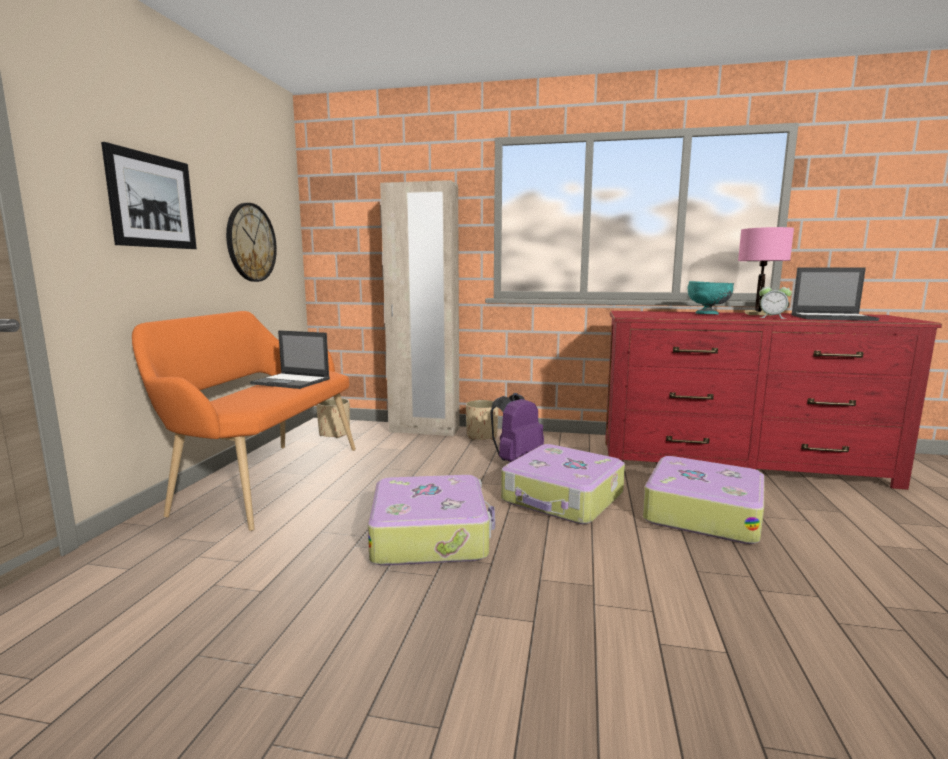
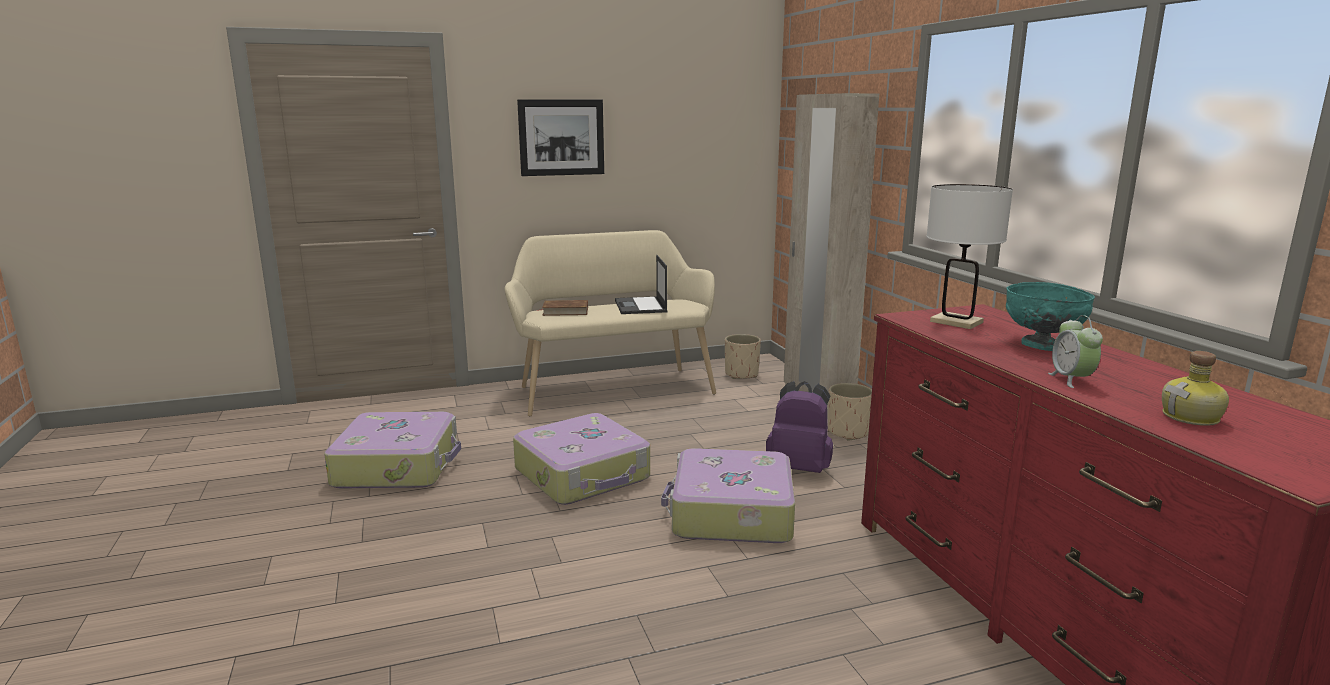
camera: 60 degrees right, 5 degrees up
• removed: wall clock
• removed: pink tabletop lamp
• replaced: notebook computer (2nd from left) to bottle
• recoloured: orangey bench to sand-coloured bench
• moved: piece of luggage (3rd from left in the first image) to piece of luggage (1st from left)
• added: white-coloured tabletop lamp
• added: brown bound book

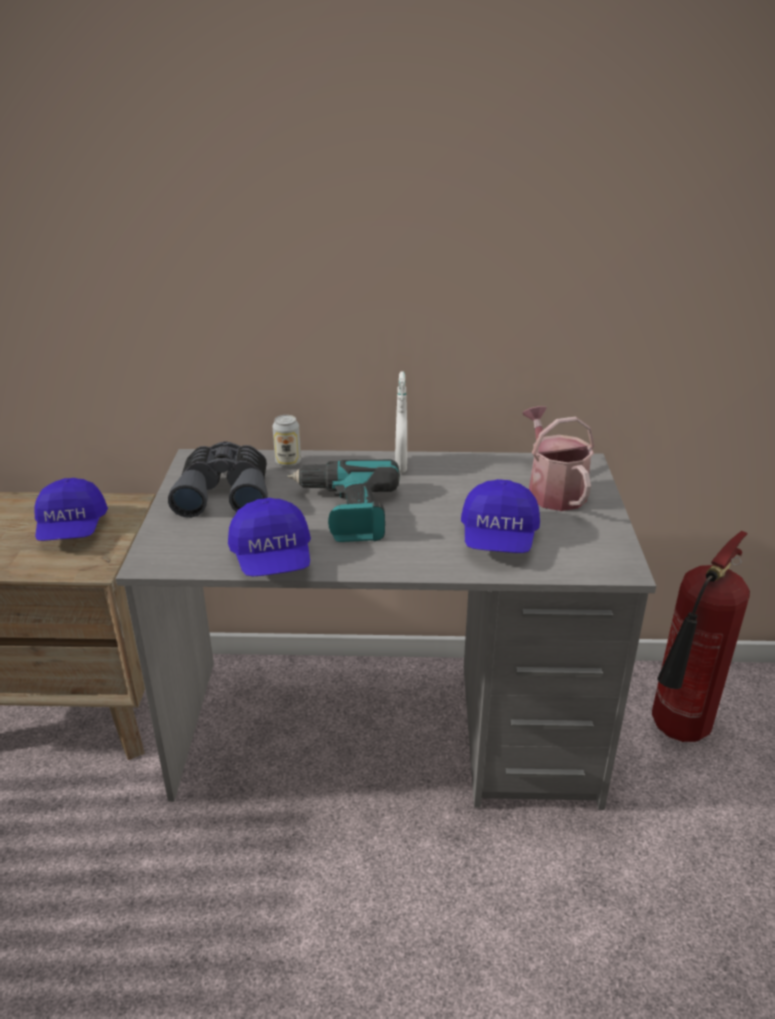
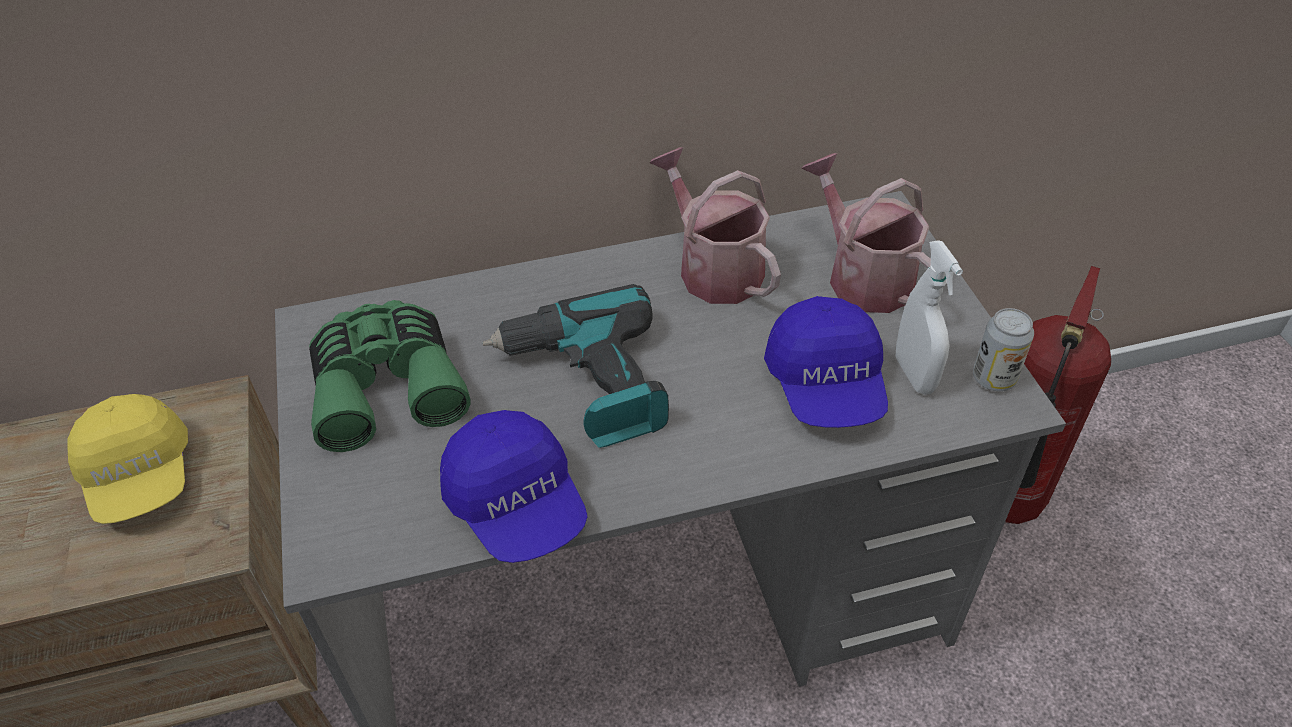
camera: 15 degrees left, 15 degrees up
• moved: white-coloured spray bottle
• moved: can
• recoloured: grey field glasses to green-coloured field glasses
• recoloured: blue peaked cap (1st from left) to yellow peaked cap
• added: watering can (1st from left)

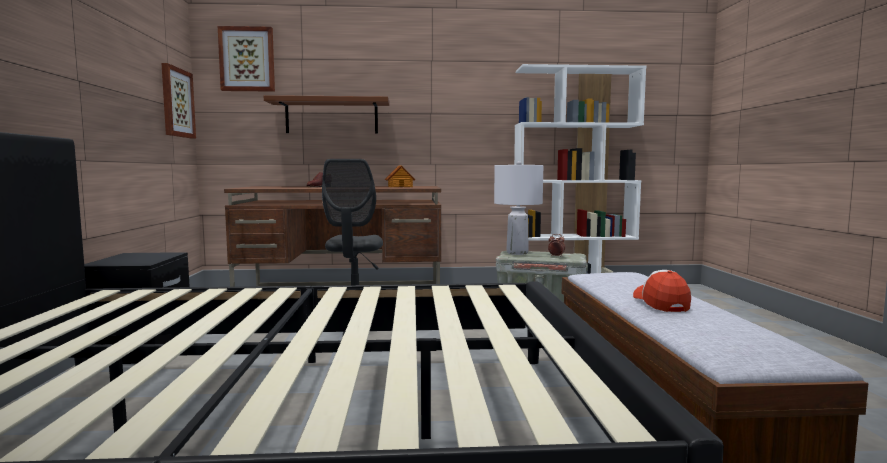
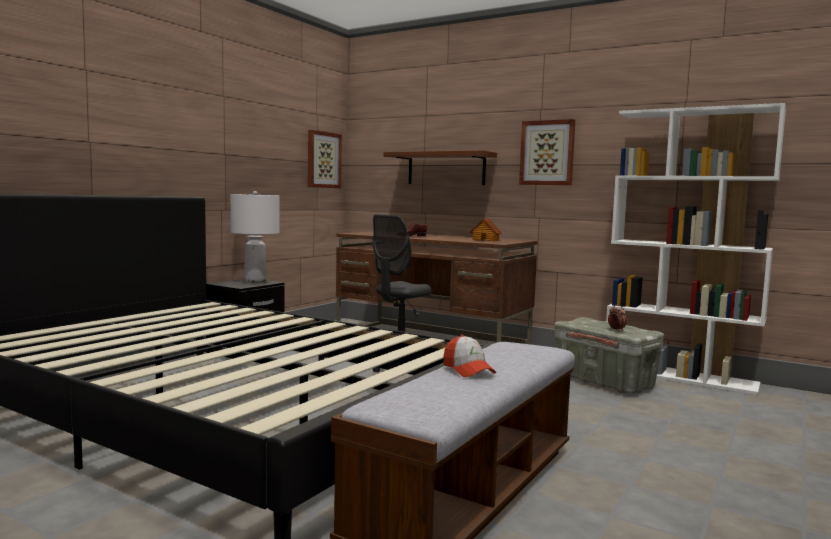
camera: 35 degrees right, 0 degrees up
• moved: picture (2nd from left)
• moved: white-coloured tabletop lamp
• turned: peaked cap 120 degrees clockwise

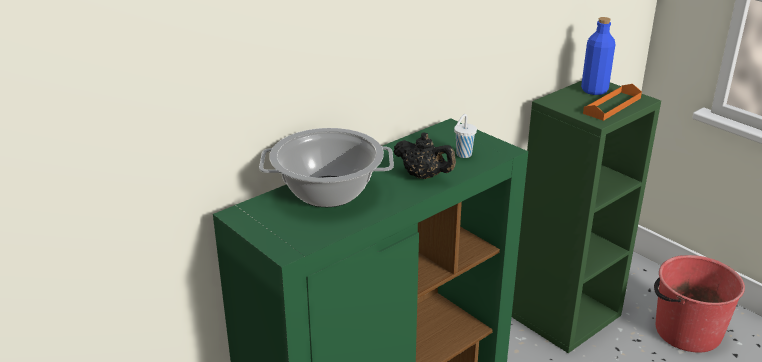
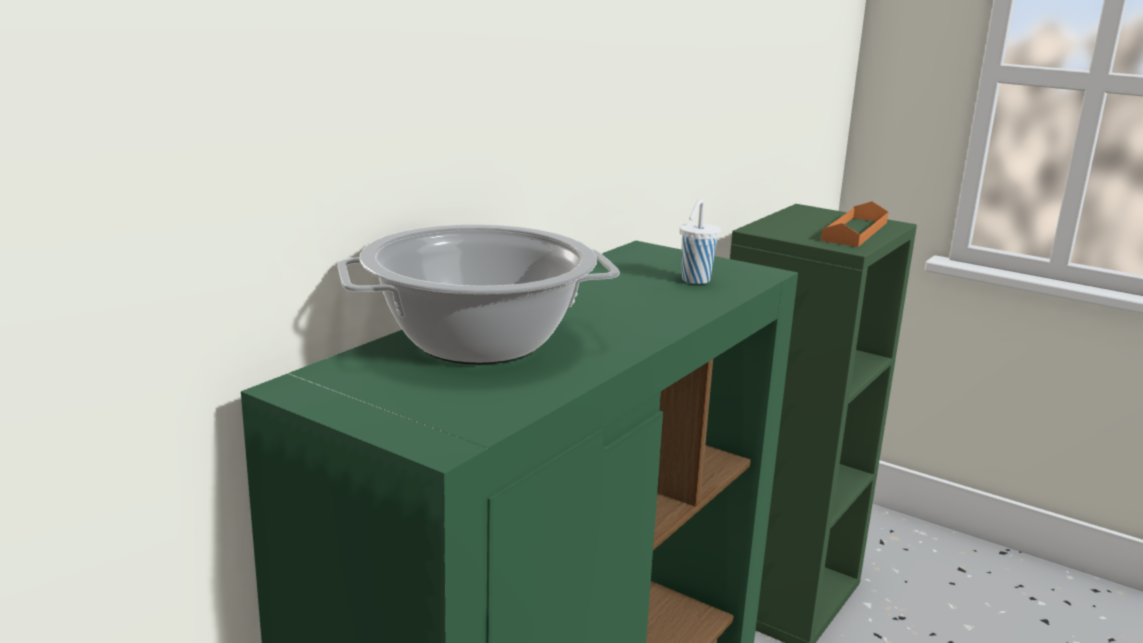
camera: 15 degrees left, 10 degrees down
• removed: blue bottle
• removed: blackish pot for tea
• removed: reddish water bucket

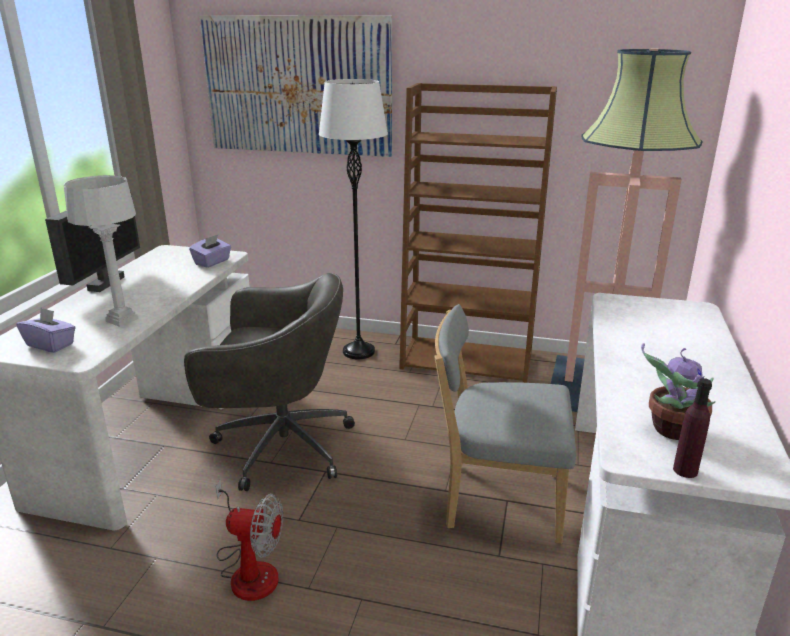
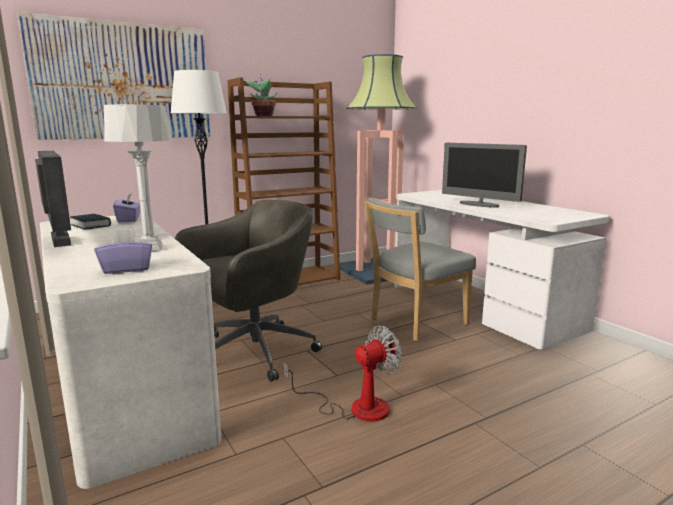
camera: 45 degrees left, 10 degrees down
• moved: plant in a pot
• removed: purple-coloured bottle
• added: computer screen (2nd from left)
• added: bound book

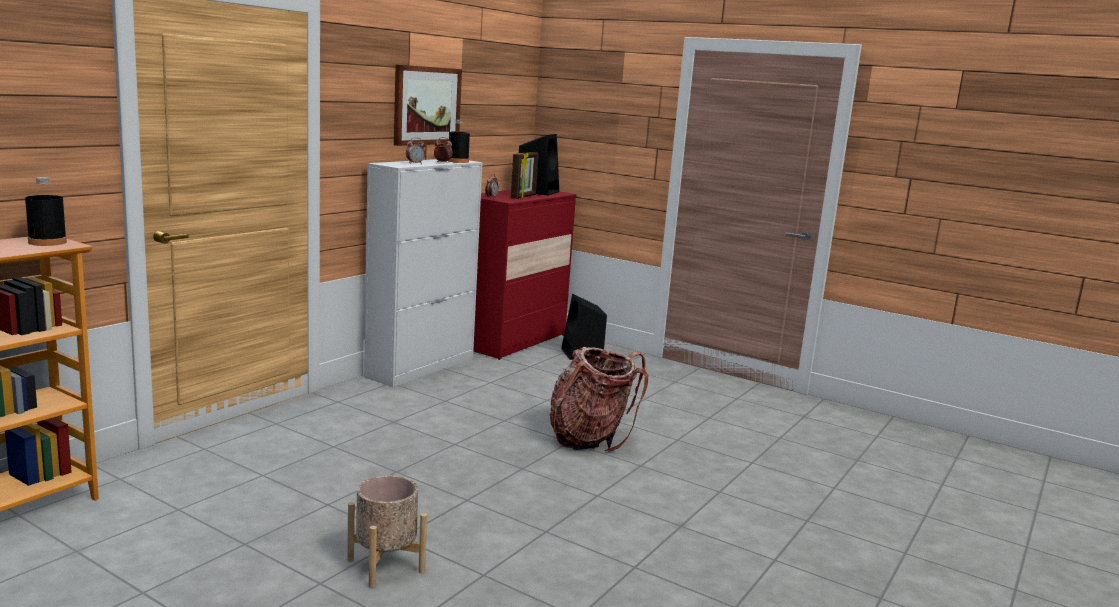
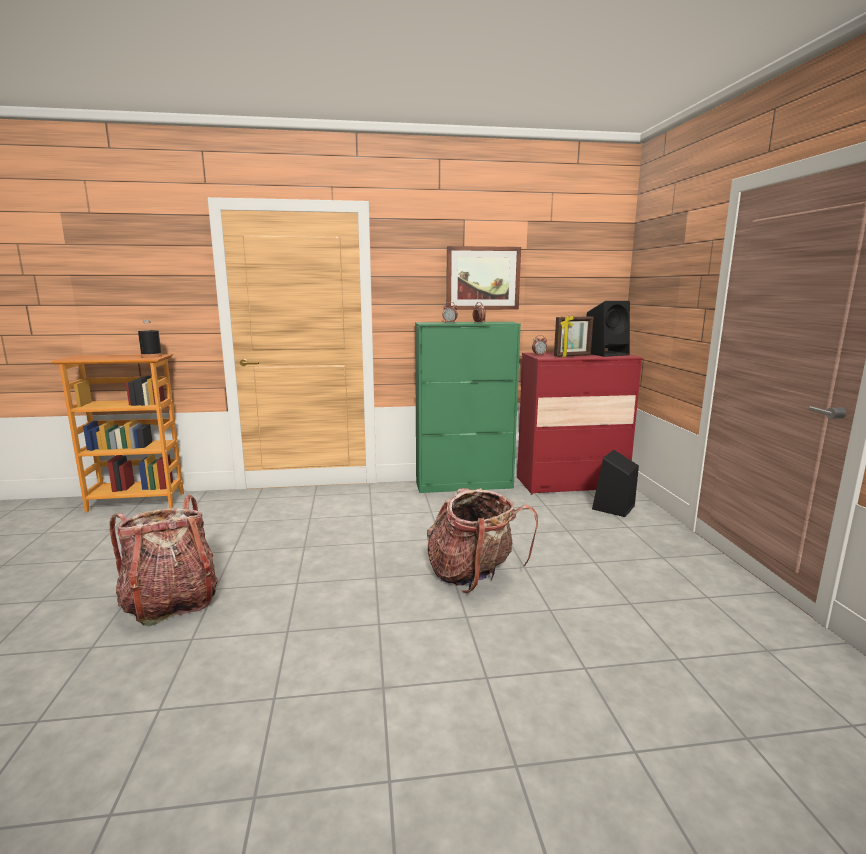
camera: 50 degrees right, 0 degrees up
• removed: blackish bottle (2nd from left)
• recoloured: white-coloured cupboard to green-coloured cupboard
• replaced: sand-coloured plant pot to knapsack (1st from left)

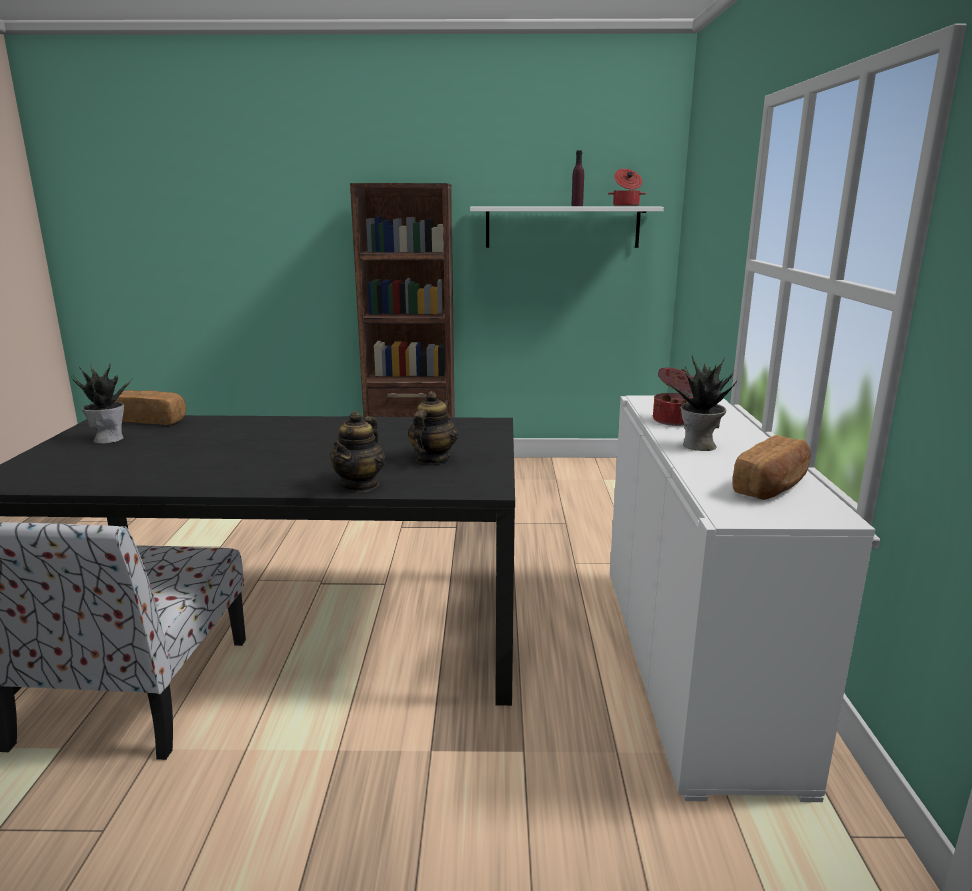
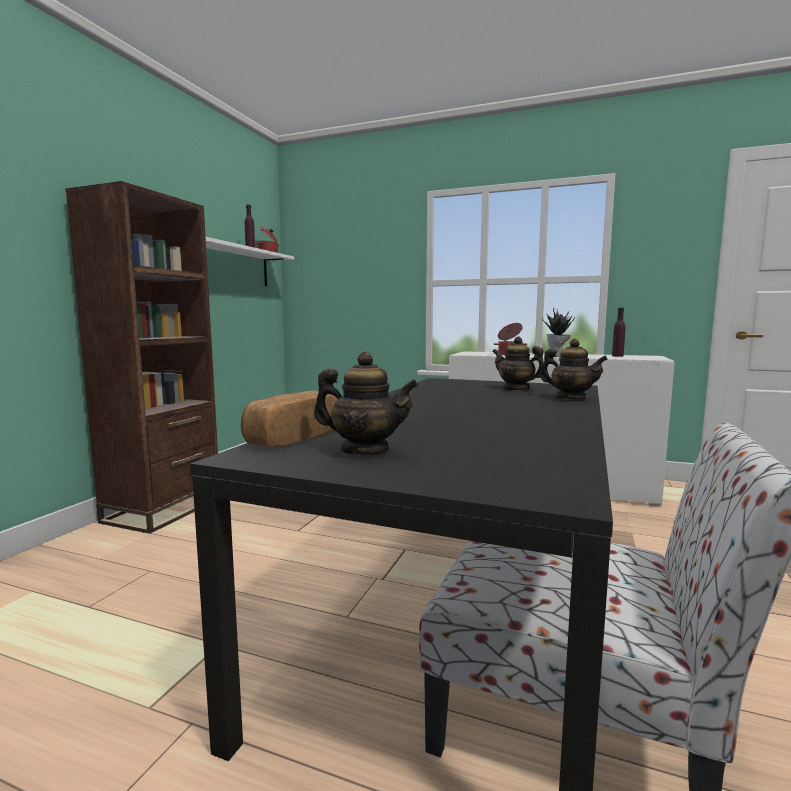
camera: 70 degrees left, 10 degrees down
• replaced: plant in a pot (1st from left) to pot for tea (1st from left)
• replaced: bread (2nd from left) to purple-coloured bottle (2nd from left)

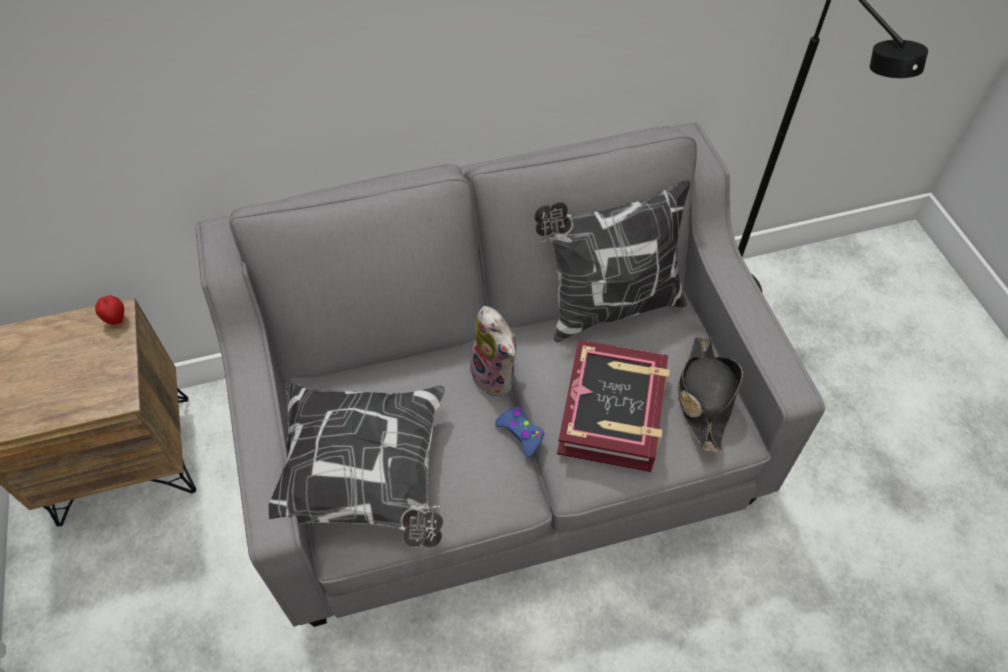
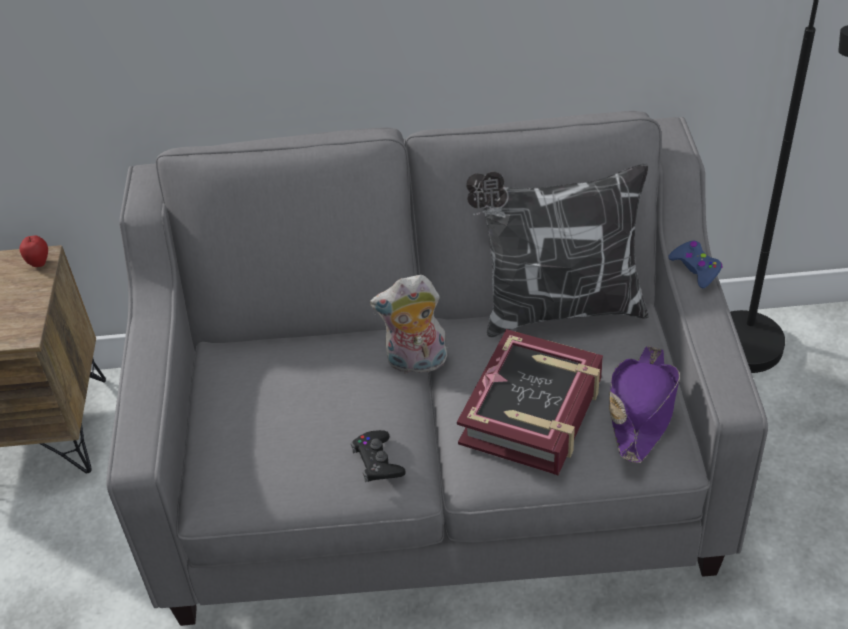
camera: 15 degrees right, 10 degrees down
• turned: plush toy 105 degrees clockwise
• recoloured: blackish hat to purple-coloured hat
• removed: throw pillow (1st from left)
• moved: blue joypad
• added: blackish joypad

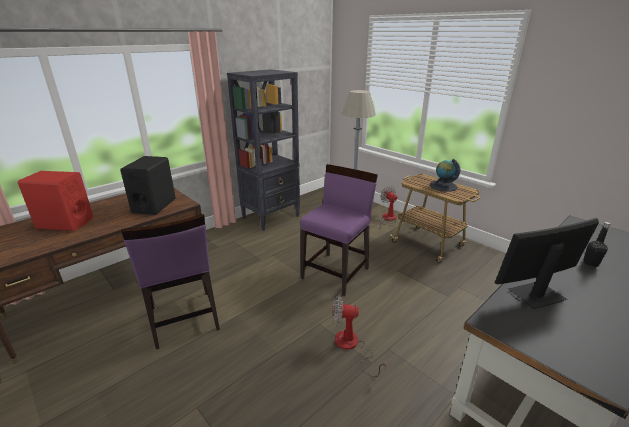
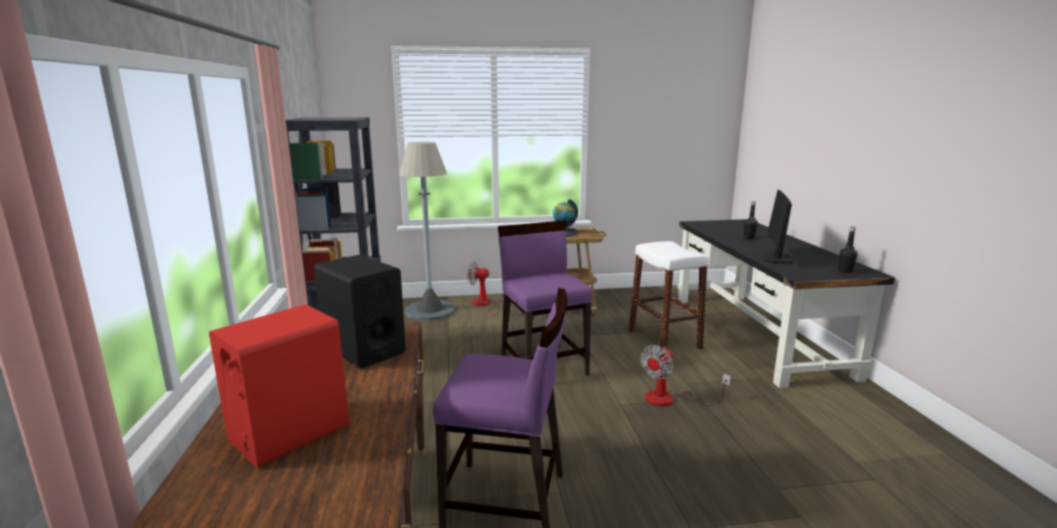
camera: 55 degrees left, 10 degrees down
• added: blackish bottle (2nd from left)
• added: white-coloured stool

